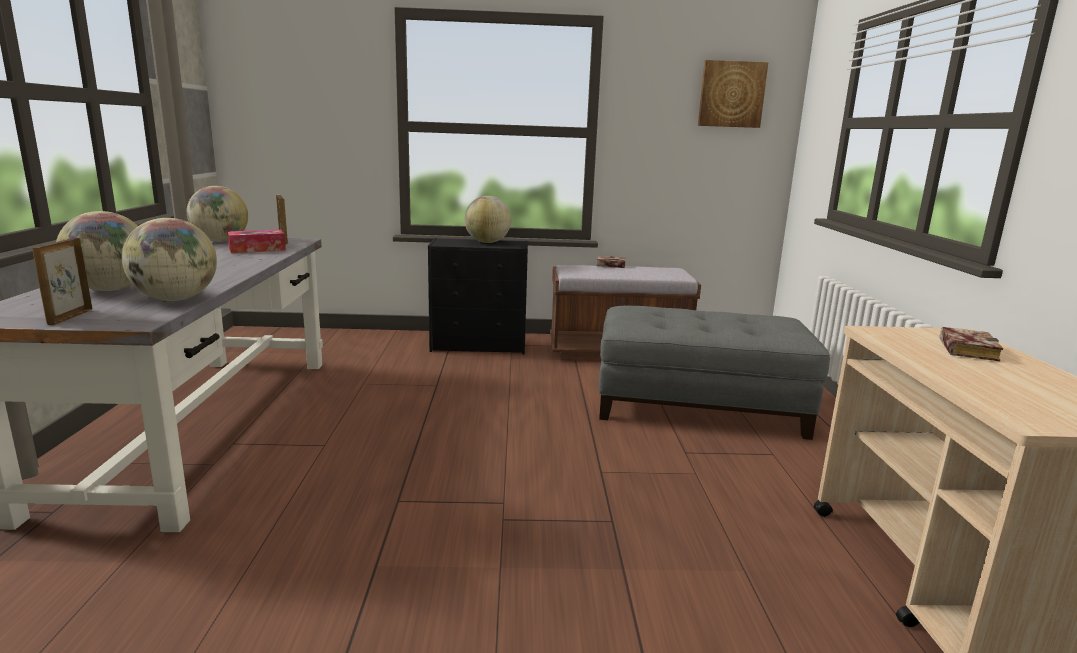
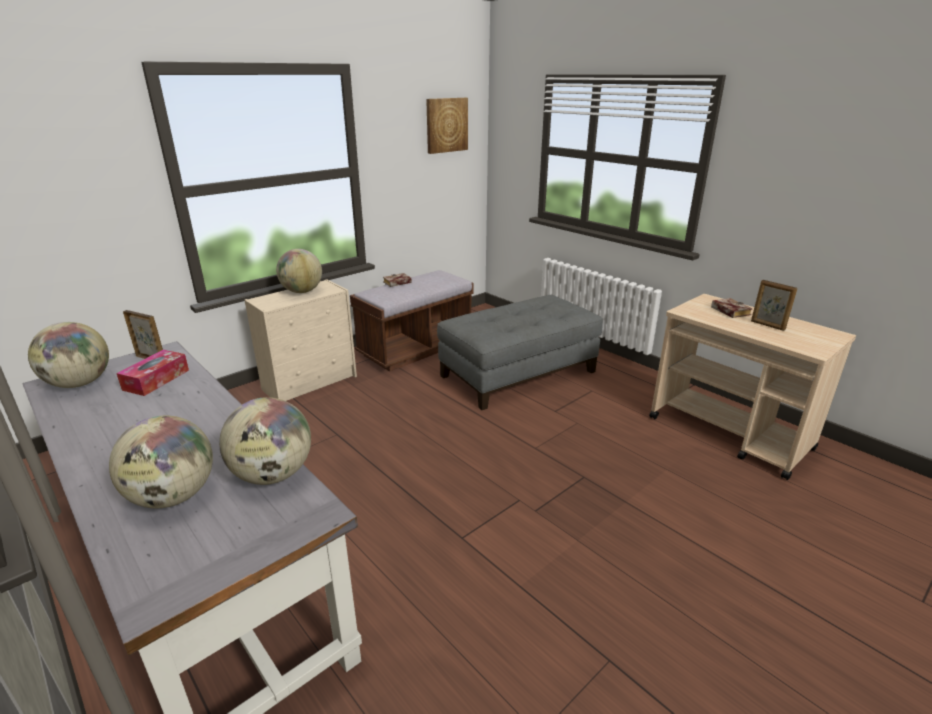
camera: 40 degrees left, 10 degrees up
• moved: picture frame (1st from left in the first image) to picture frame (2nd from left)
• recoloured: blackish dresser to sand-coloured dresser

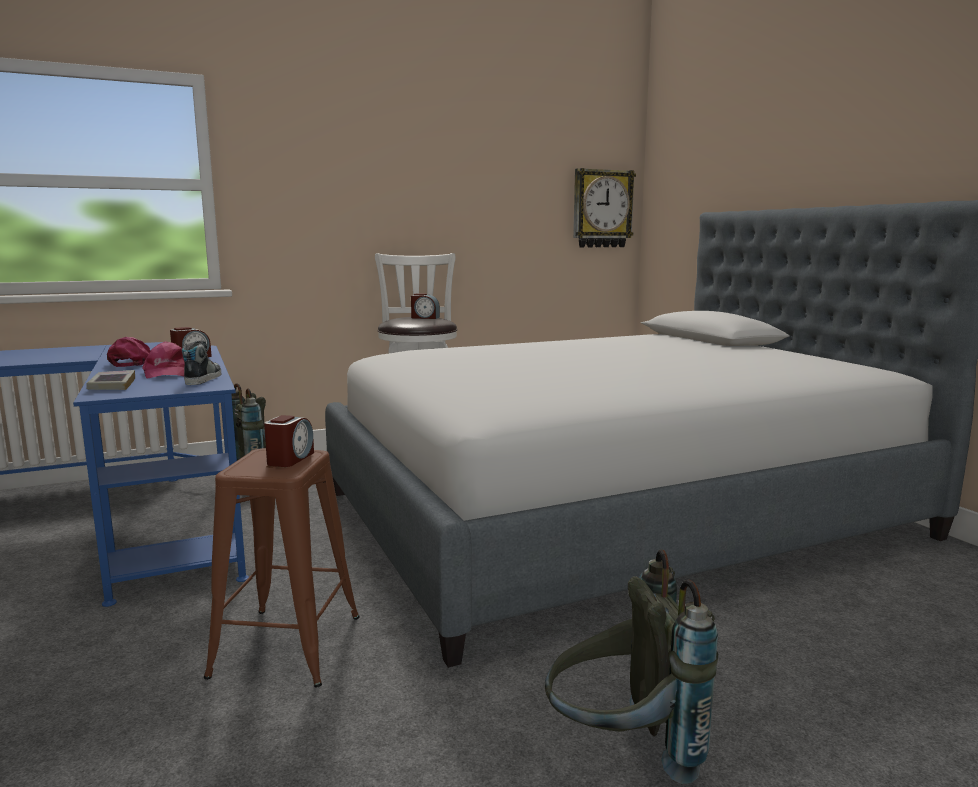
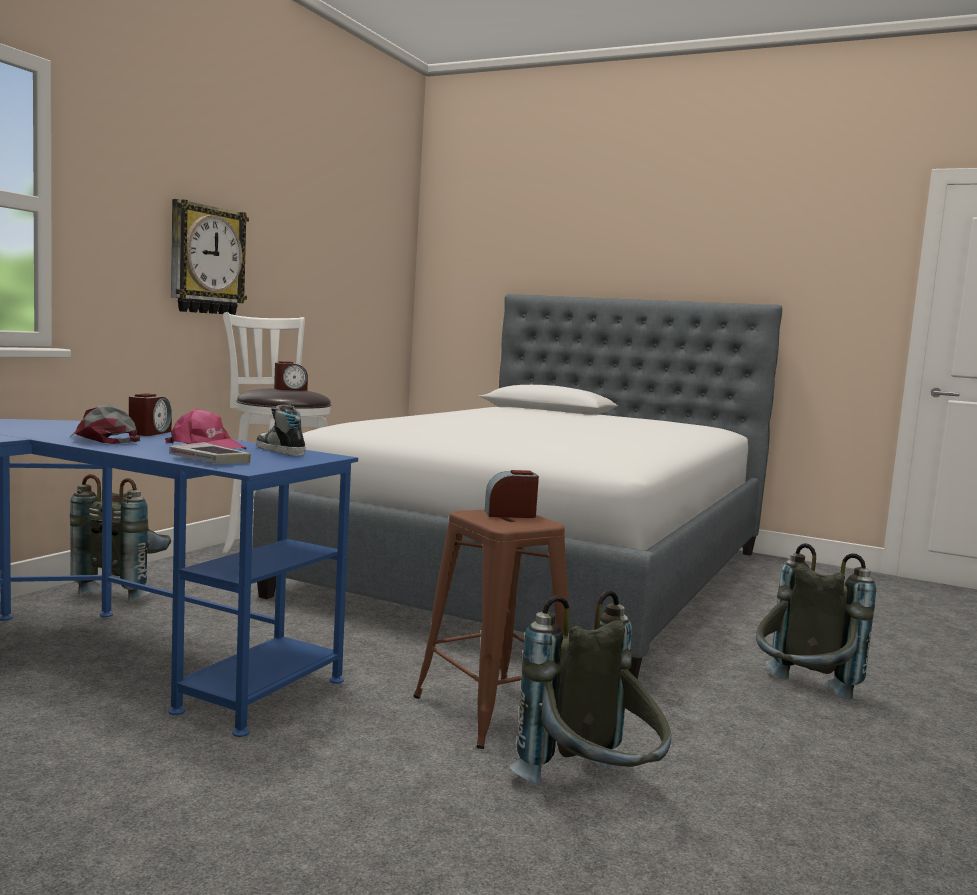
camera: 40 degrees left, 5 degrees down
• moved: wall clock
• recoloured: pink peaked cap (1st from left) to grey peaked cap
• turned: bedside clock (2nd from left in the first image) 75 degrees counterclockwise
• added: grey knapsack (2nd from left)

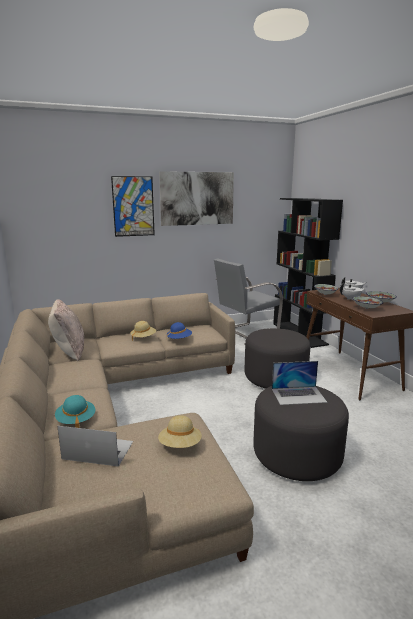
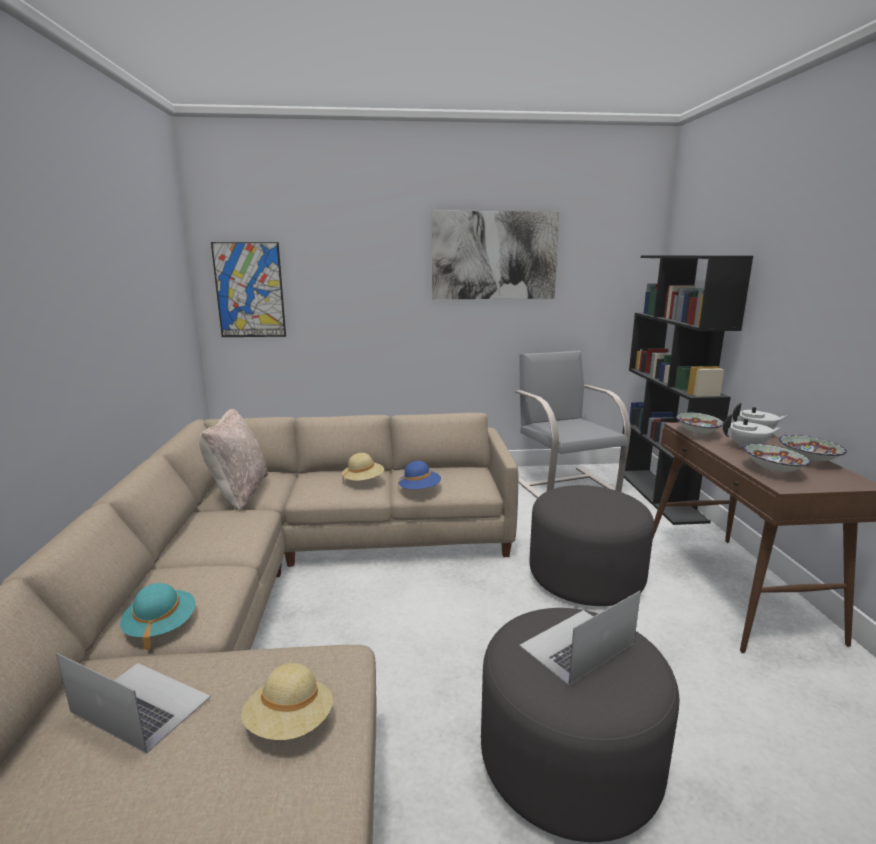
camera: 15 degrees right, 0 degrees up
• moved: picture (1st from left)
• turned: grey easy chair 90 degrees clockwise
• turned: notebook computer (2nd from left) 135 degrees clockwise

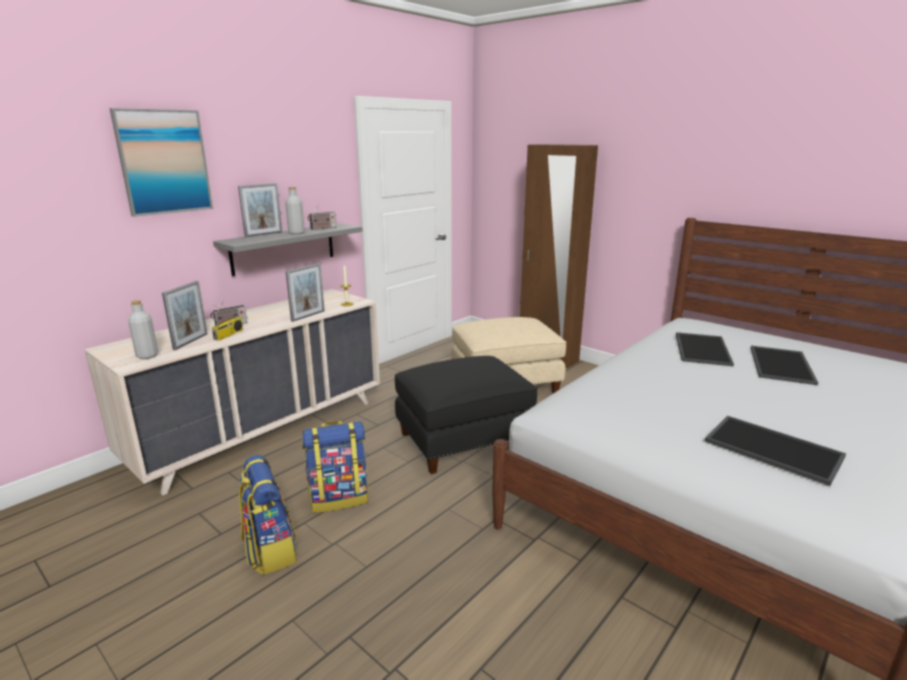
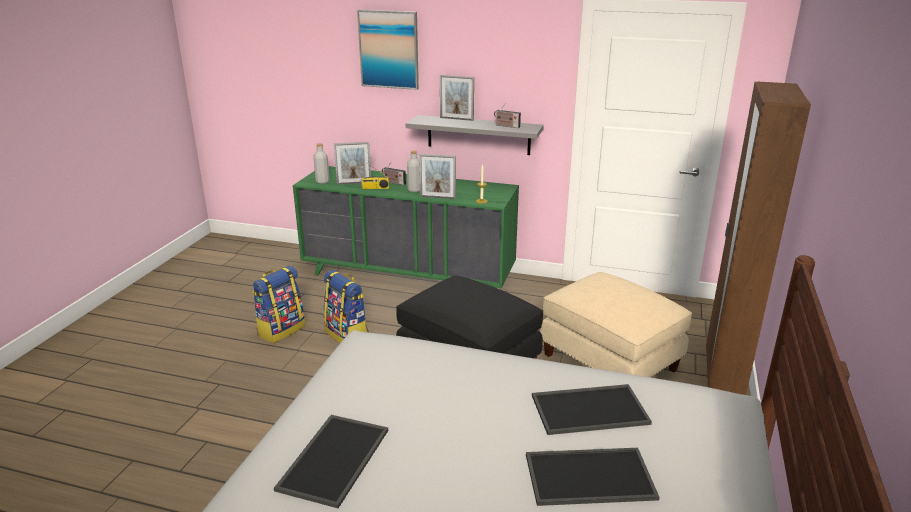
camera: 65 degrees right, 5 degrees up
• moved: grey bottle (2nd from left)
• recoloured: sand-coloured dresser to green-coloured dresser

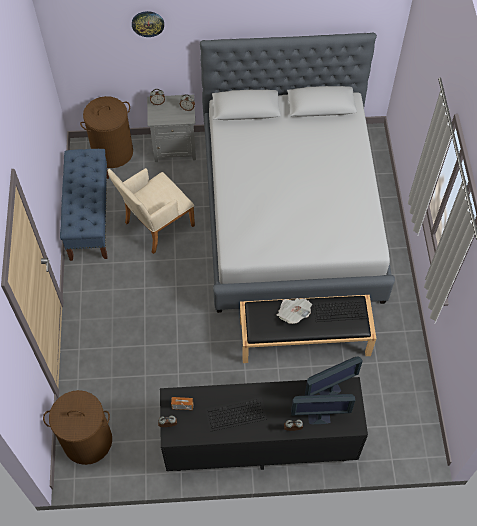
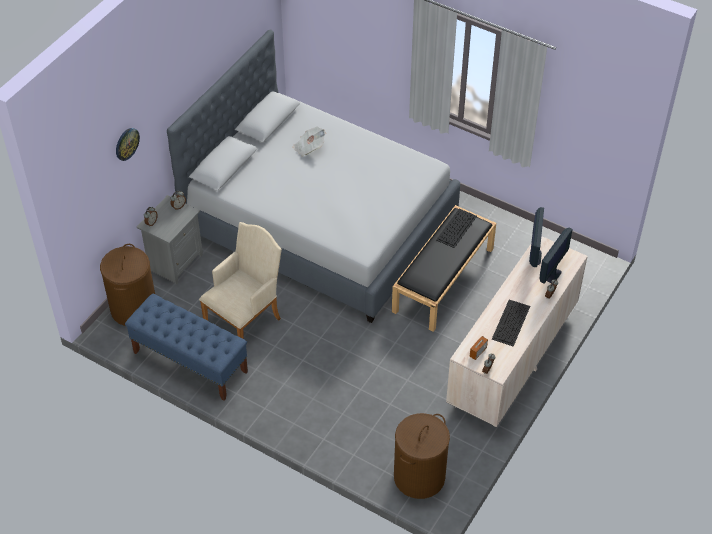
camera: 55 degrees left, 10 degrees down
• turned: sand-coloured easy chair 135 degrees counterclockwise
• moved: newspaper
• recoloured: blackish dresser to sand-coloured dresser

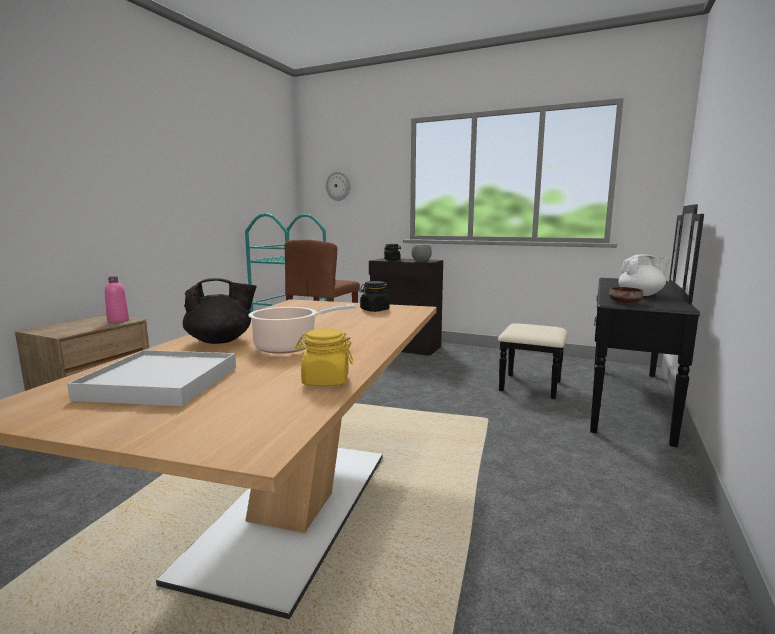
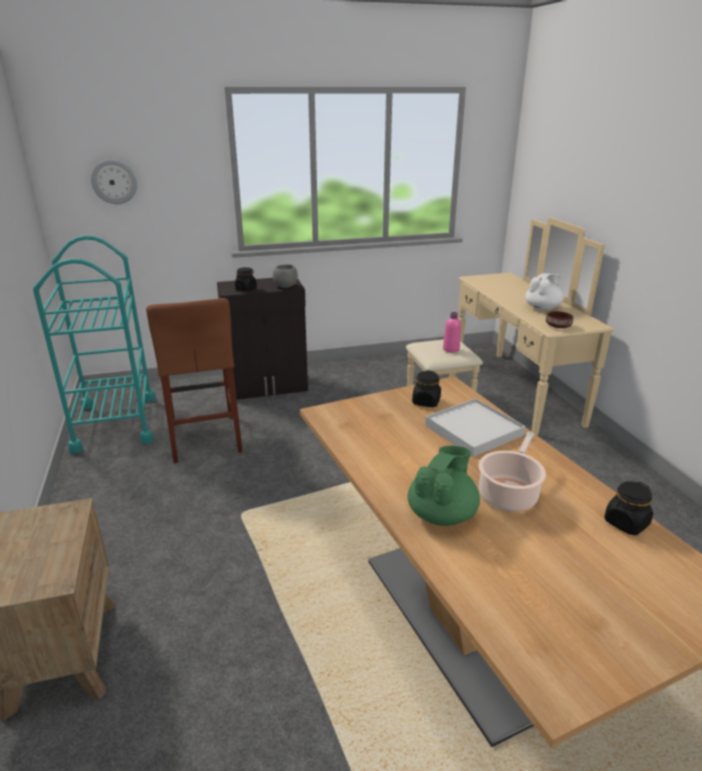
camera: 40 degrees left, 15 degrees up
• recoloured: blackish dresser to sand-coloured dresser
• moved: pink bottle
• recoloured: blackish pot for tea to green-coloured pot for tea
• recoloured: yellow storage jar to blackish storage jar (3rd from left)
• moved: white-coloured serving tray

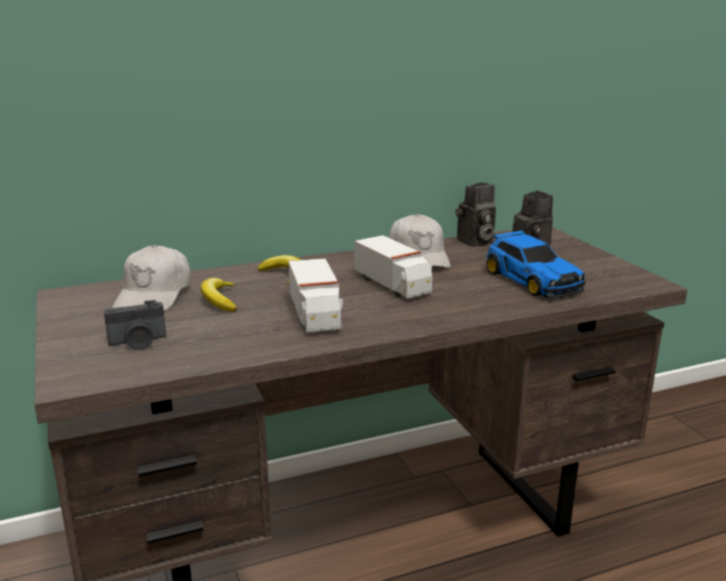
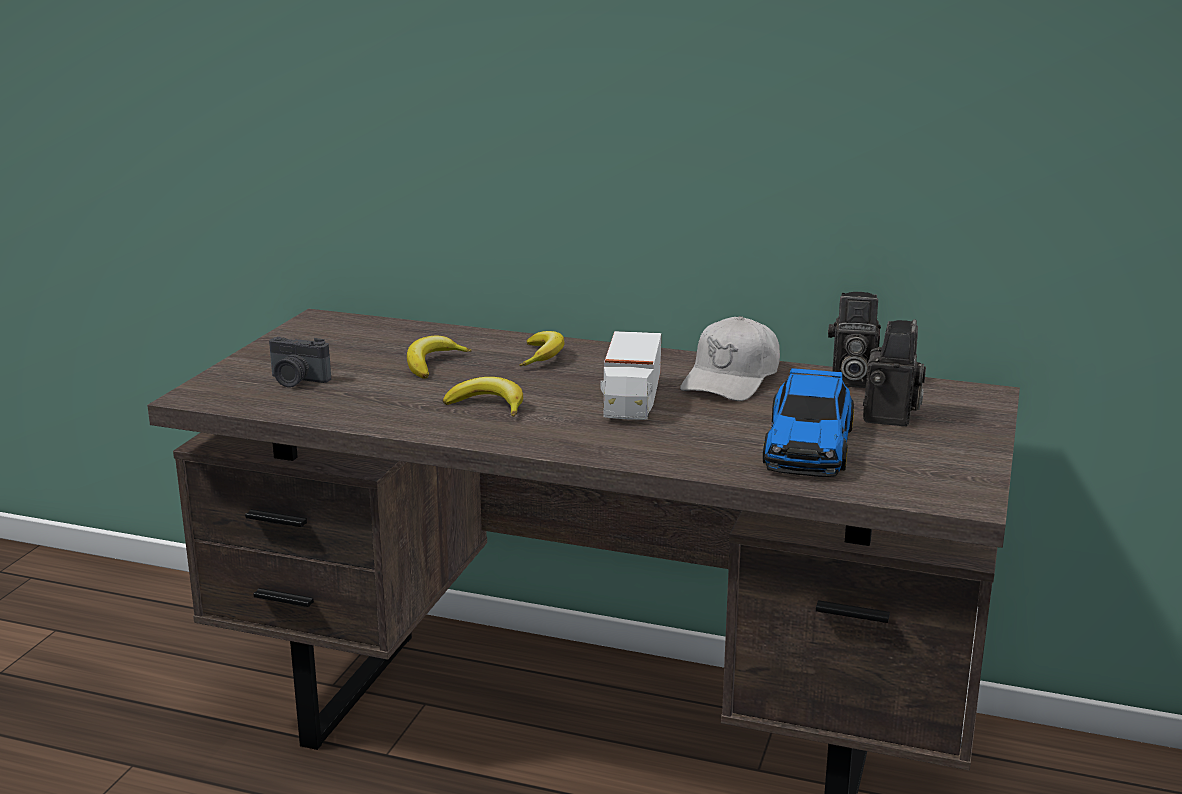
camera: 40 degrees right, 0 degrees up
• removed: white-coloured peaked cap (1st from left)
• replaced: toy truck (1st from left) to banana fruit (2nd from left)

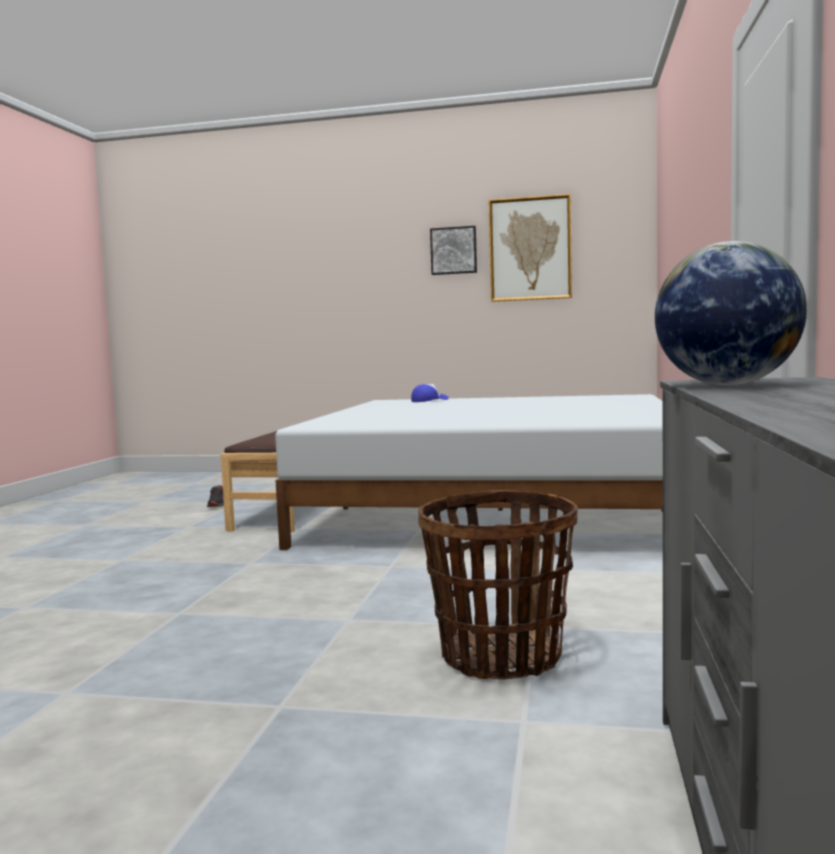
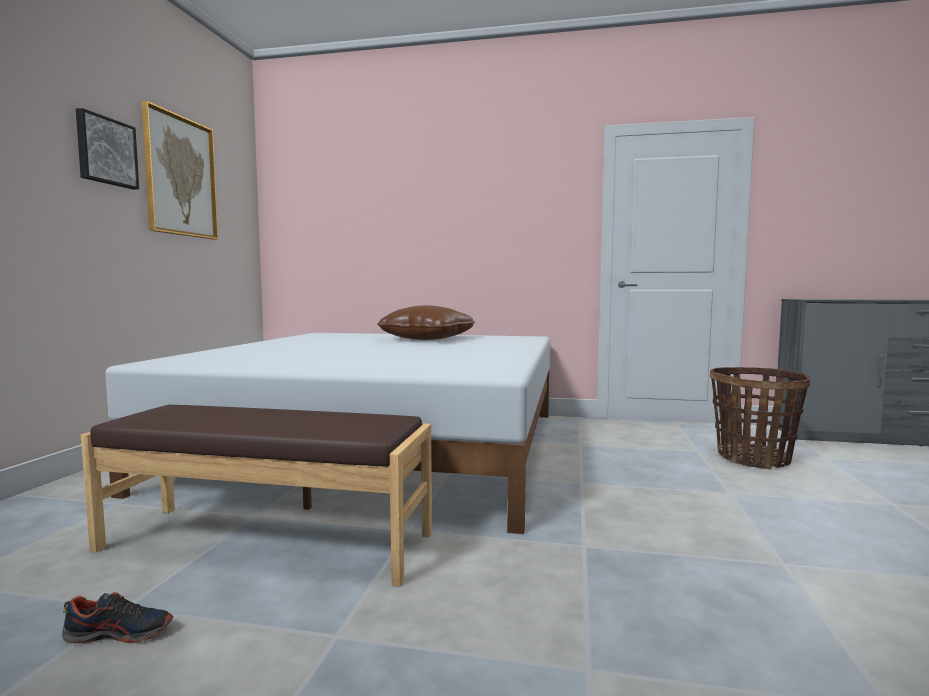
camera: 90 degrees left, 0 degrees up
• removed: desk globe
• removed: peaked cap
• added: brown throw pillow

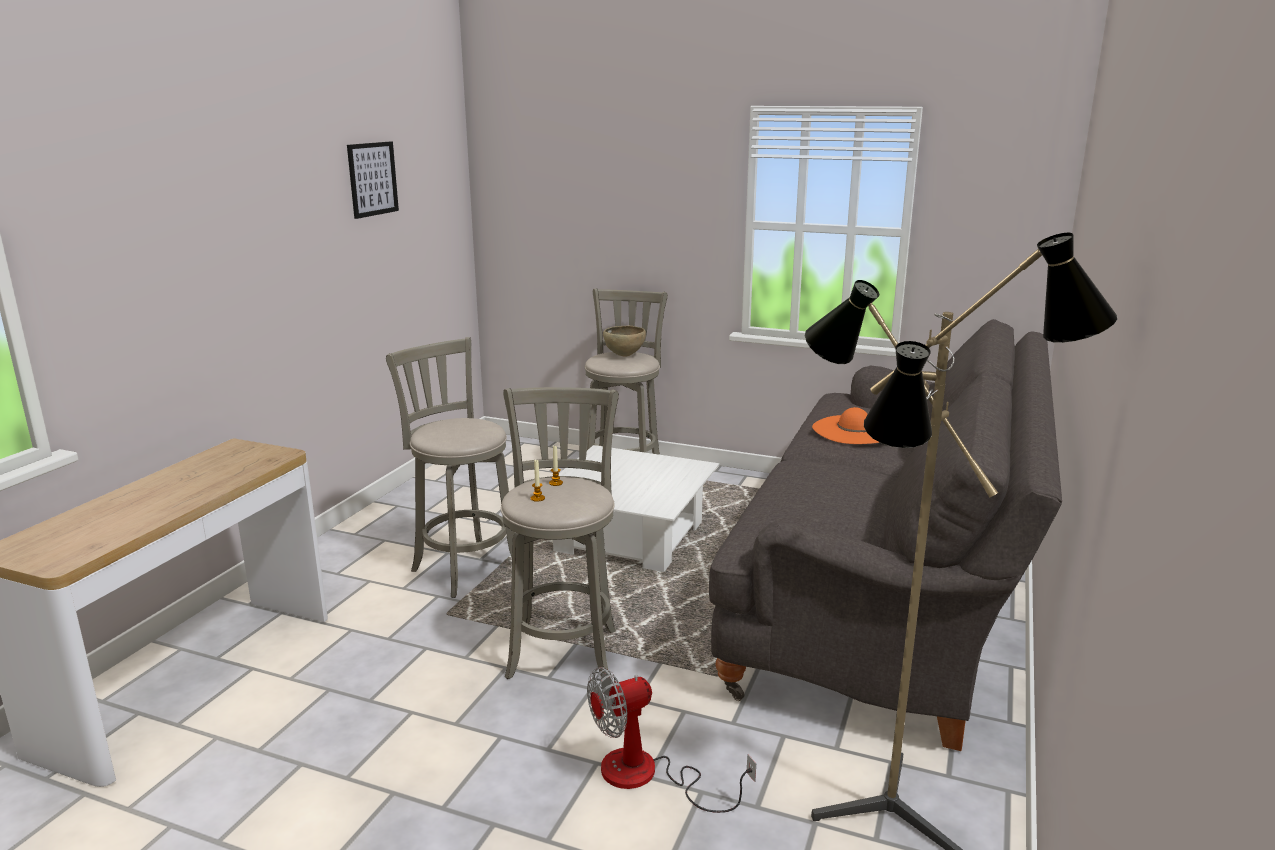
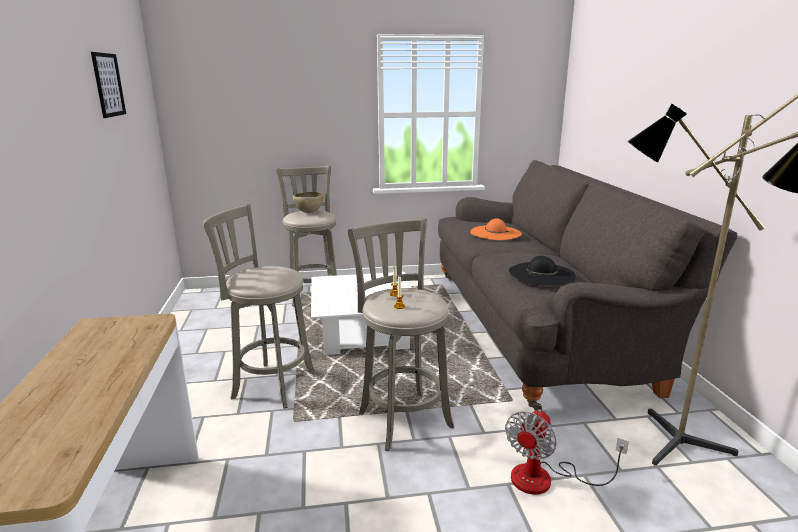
camera: 30 degrees left, 0 degrees up
• added: blackish hat

